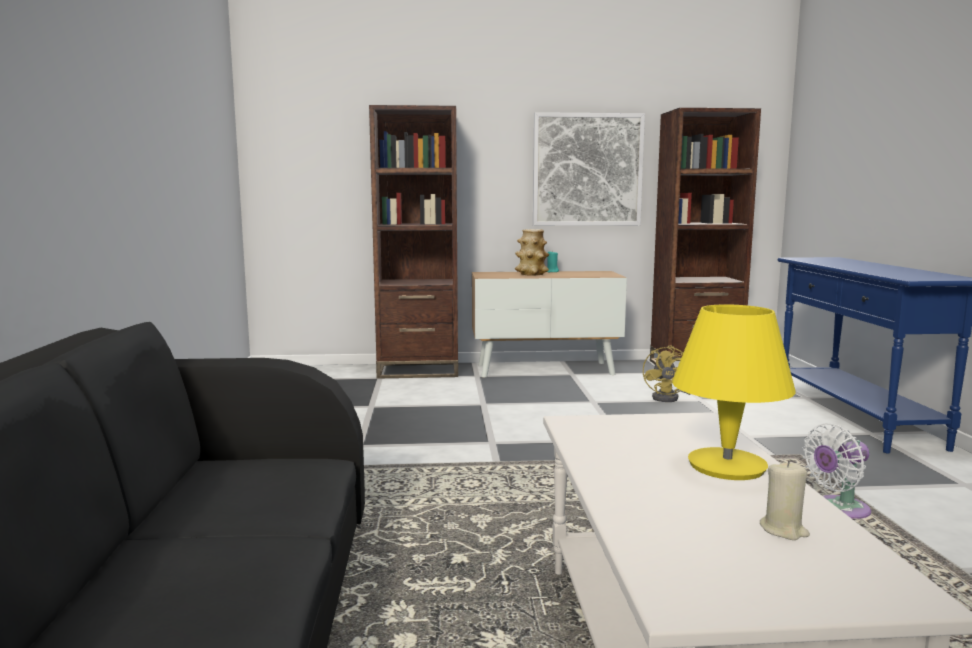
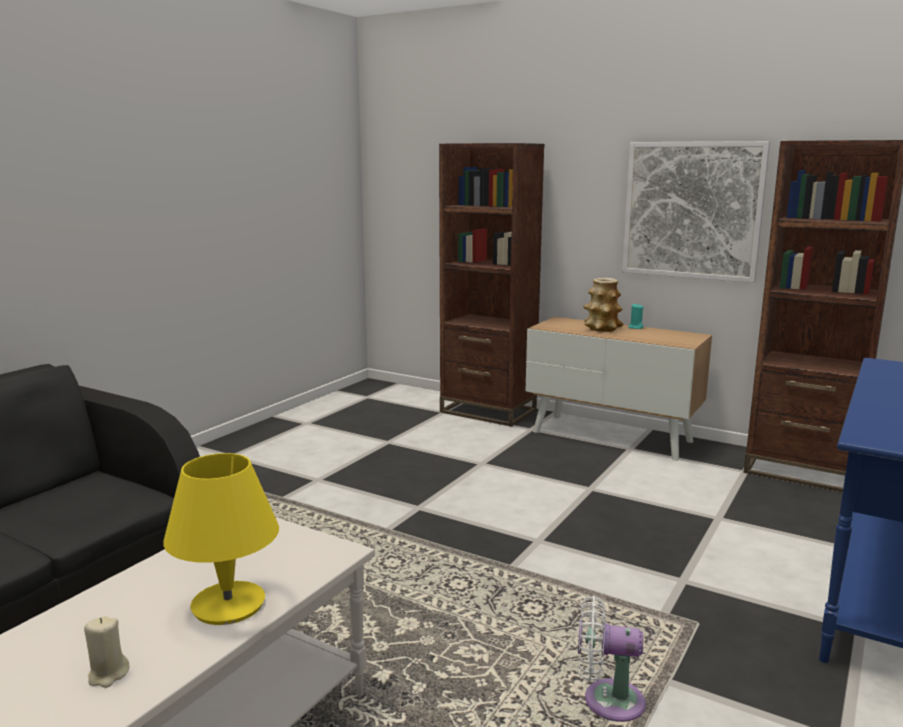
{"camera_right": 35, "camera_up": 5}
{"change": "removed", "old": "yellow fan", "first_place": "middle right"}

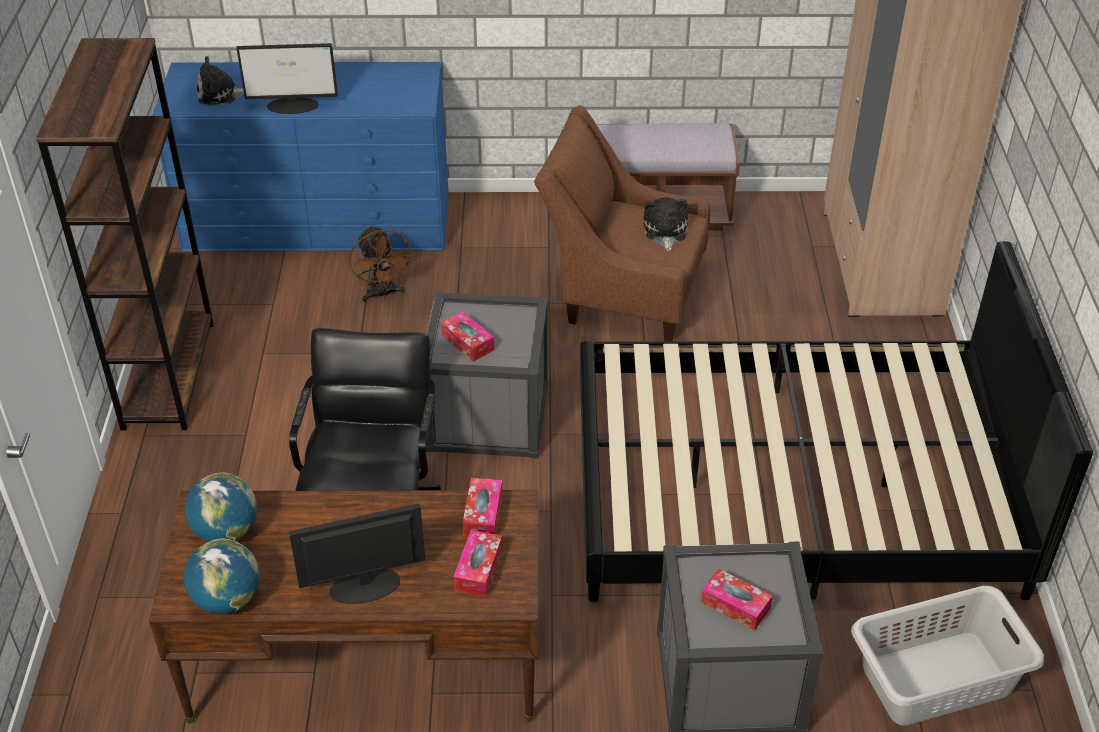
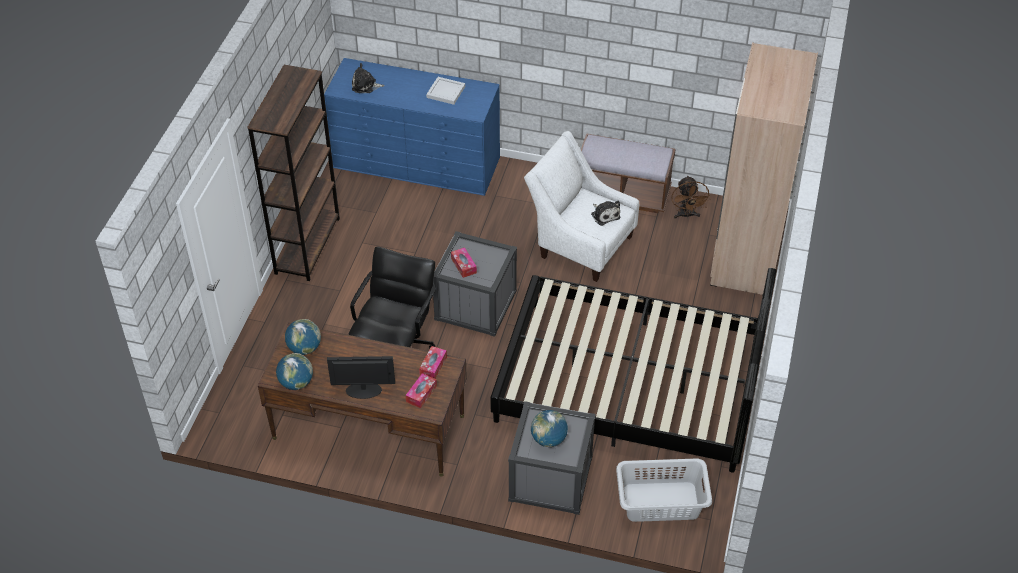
{"camera_right": 15, "camera_up": 5}
{"change": "added", "new": "white tray", "second_place": "top centre"}
{"change": "recoloured", "old": "brown armchair", "new": "white armchair", "first_place": "top centre", "second_place": "centre"}
{"change": "replaced", "old": "tissue box (4th from left)", "new": "globe (3rd from left)", "first_place": "bottom right", "second_place": "bottom centre"}
{"change": "turned", "old": "plush toy (2nd from left)", "first_place": "top centre", "second_place": "centre", "degrees": 135}
{"change": "moved", "old": "brown fan", "first_place": "centre", "second_place": "middle right"}
{"change": "removed", "old": "monitor (1st from left)", "first_place": "top left"}

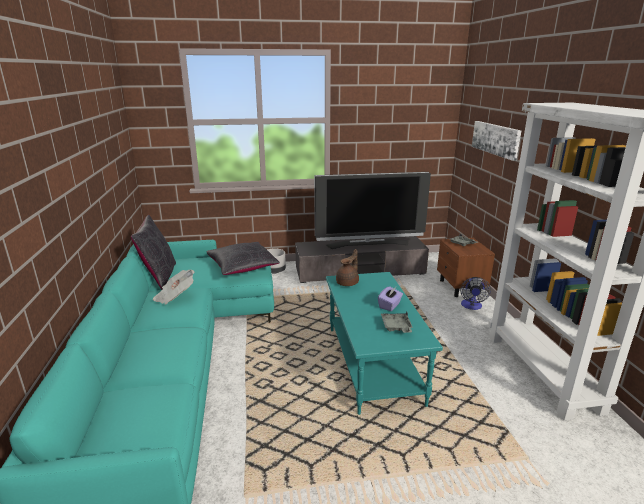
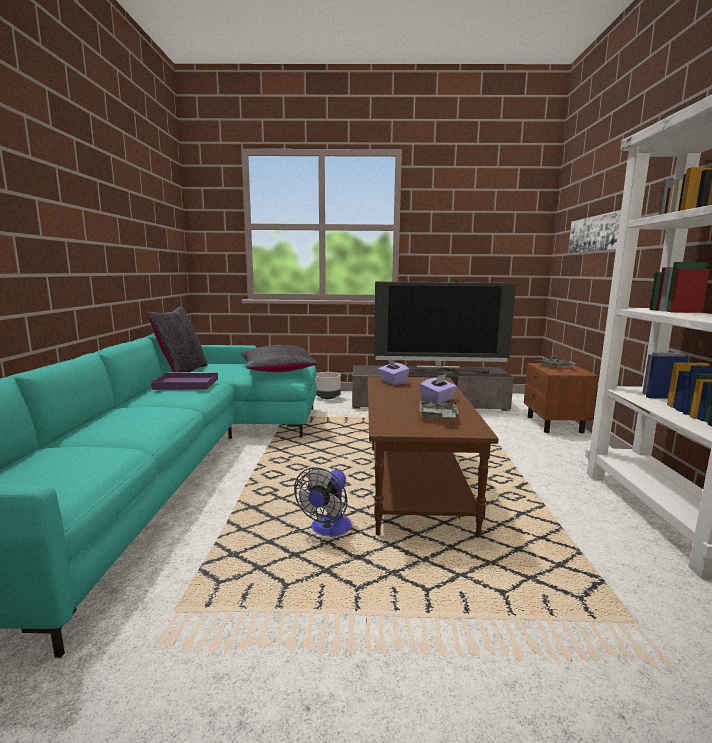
{"camera_right": 10, "camera_up": -10}
{"change": "replaced", "old": "newspaper", "new": "purple tray", "first_place": "middle left", "second_place": "middle left"}
{"change": "moved", "old": "fan", "first_place": "middle right", "second_place": "bottom centre"}
{"change": "recoloured", "old": "turquoise coffee table", "new": "brown coffee table", "first_place": "bottom centre", "second_place": "centre"}
{"change": "replaced", "old": "brown teapot", "new": "purple tissue box (1st from left)", "first_place": "centre", "second_place": "centre"}

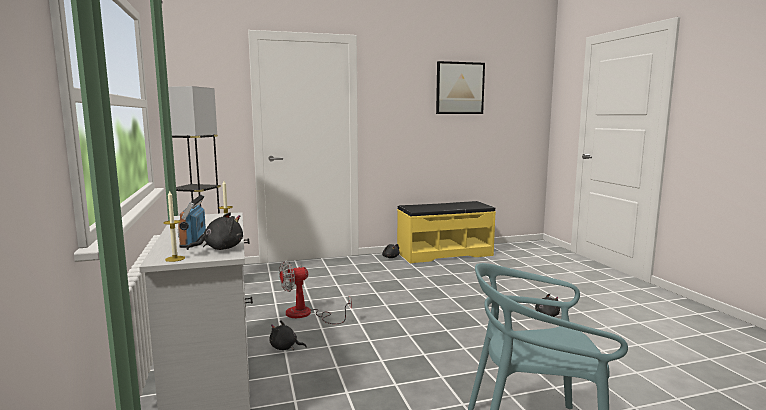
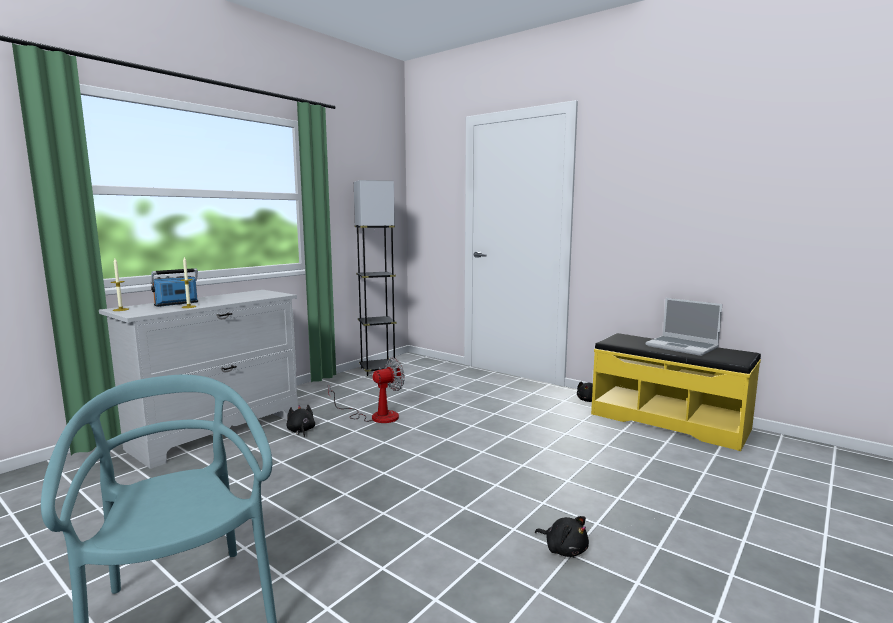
{"camera_right": 55, "camera_up": 0}
{"change": "turned", "old": "fan", "first_place": "bottom centre", "second_place": "centre", "degrees": 120}
{"change": "added", "new": "laptop", "second_place": "middle right"}
{"change": "removed", "old": "black plush toy (1st from left)", "first_place": "middle left"}
{"change": "removed", "old": "picture", "first_place": "top centre"}

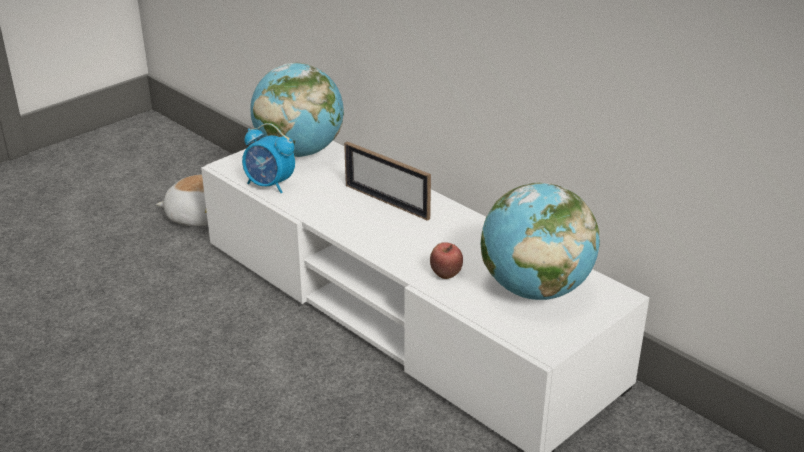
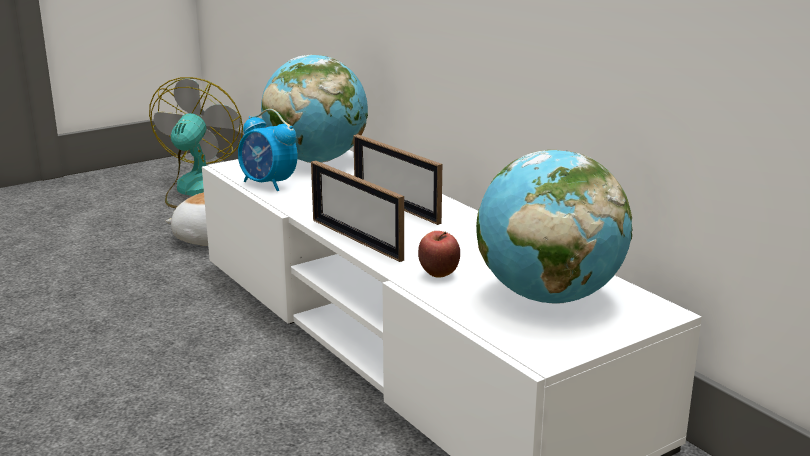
{"camera_right": 10, "camera_up": -10}
{"change": "added", "new": "fan", "second_place": "top left"}
{"change": "added", "new": "picture frame (1st from left)", "second_place": "centre"}

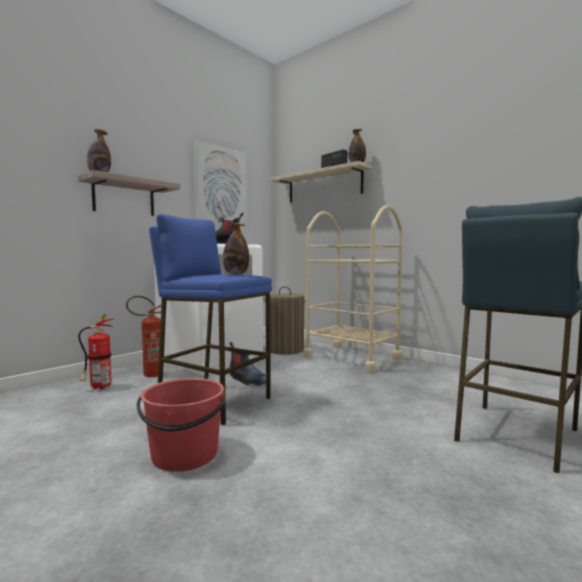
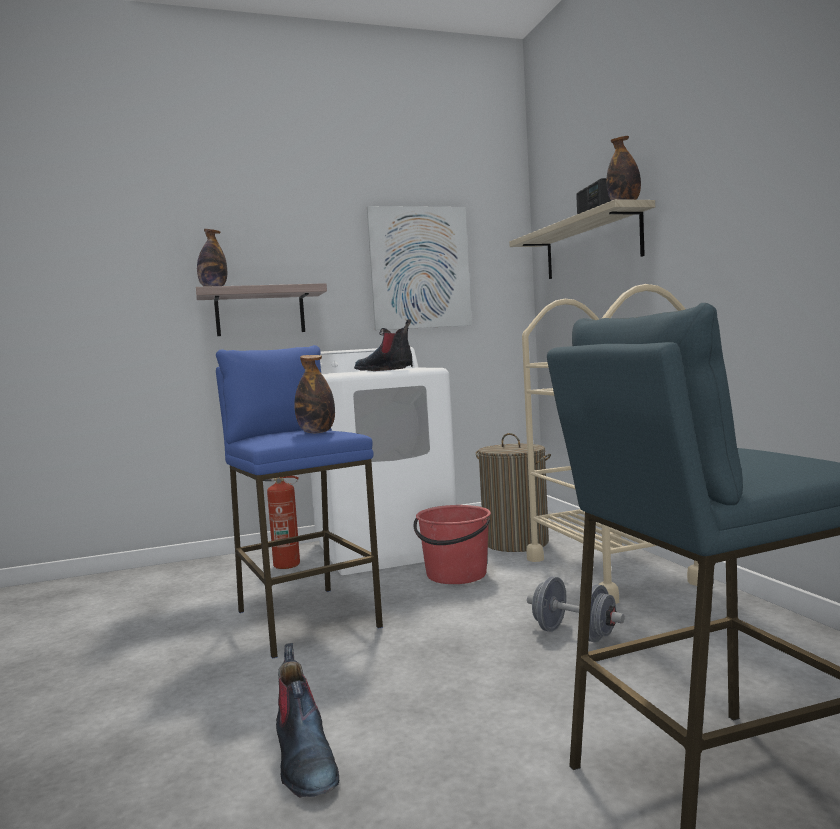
{"camera_right": 30, "camera_up": 0}
{"change": "moved", "old": "boot (2nd from left in the first image)", "new": "boot (1st from left)", "first_place": "centre", "second_place": "bottom centre"}
{"change": "moved", "old": "red bucket", "first_place": "bottom left", "second_place": "centre"}
{"change": "added", "new": "grey dumbbell", "second_place": "bottom right"}
{"change": "removed", "old": "fire extinguisher (1st from left)", "first_place": "middle left"}

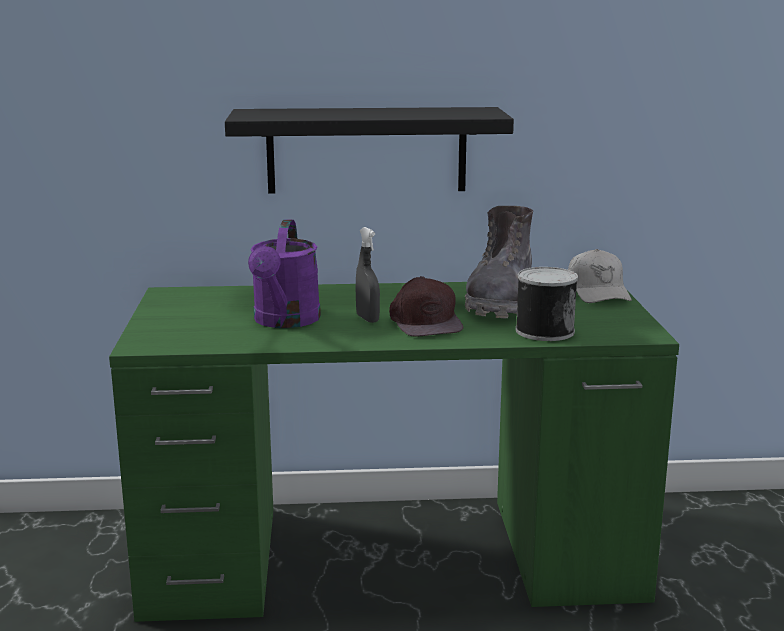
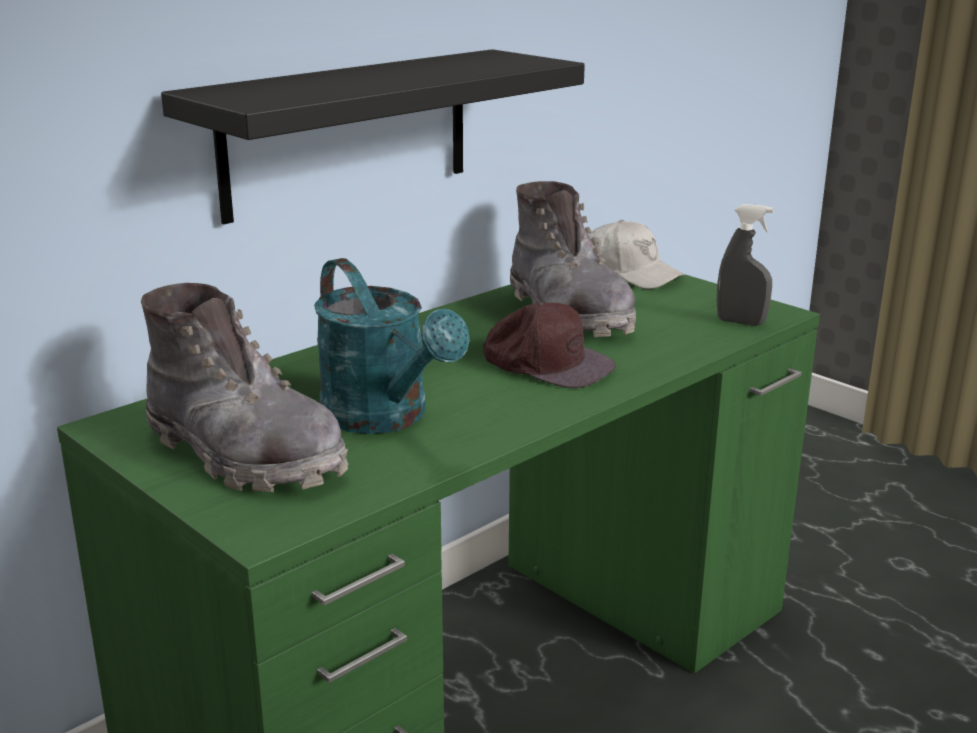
{"camera_right": -40, "camera_up": 5}
{"change": "added", "new": "grey boot (1st from left)", "second_place": "middle left"}
{"change": "recoloured", "old": "purple watering can", "new": "turquoise watering can", "first_place": "centre", "second_place": "centre"}
{"change": "moved", "old": "grey spray bottle", "first_place": "centre", "second_place": "middle right"}
{"change": "removed", "old": "can", "first_place": "middle right"}

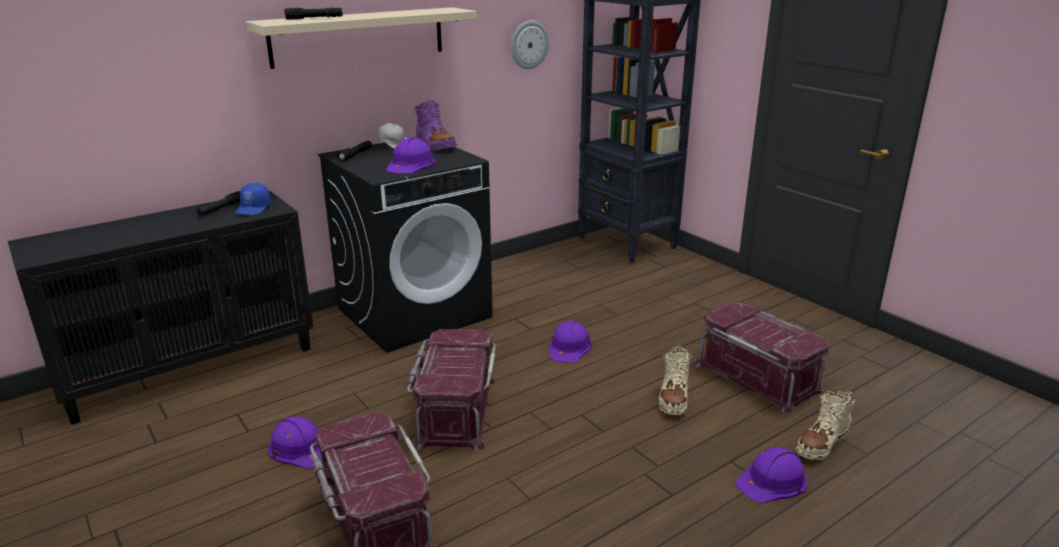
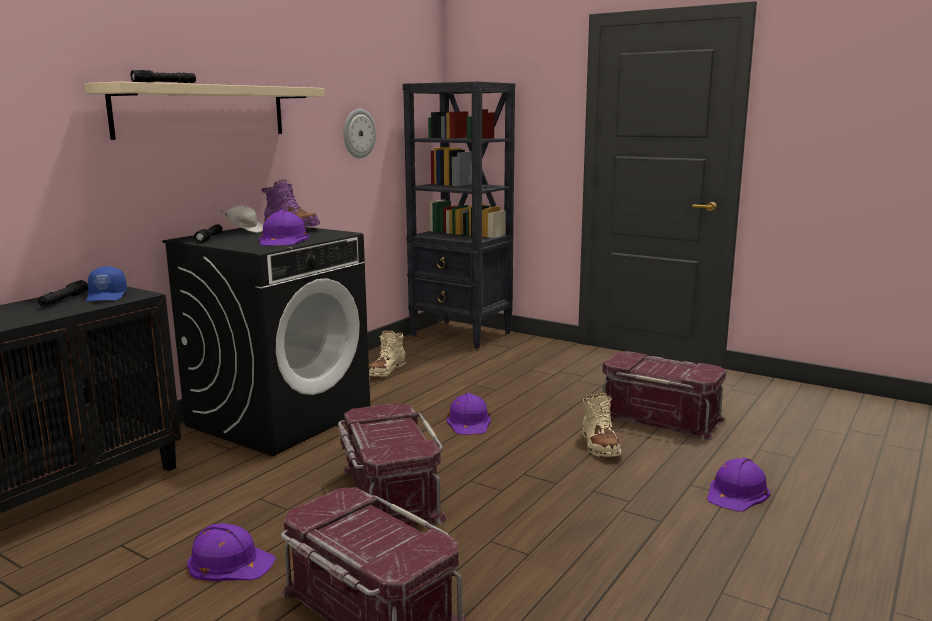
{"camera_right": -20, "camera_up": -10}
{"change": "moved", "old": "beige boot (2nd from left in the first image)", "new": "beige boot (1st from left)", "first_place": "bottom right", "second_place": "centre"}

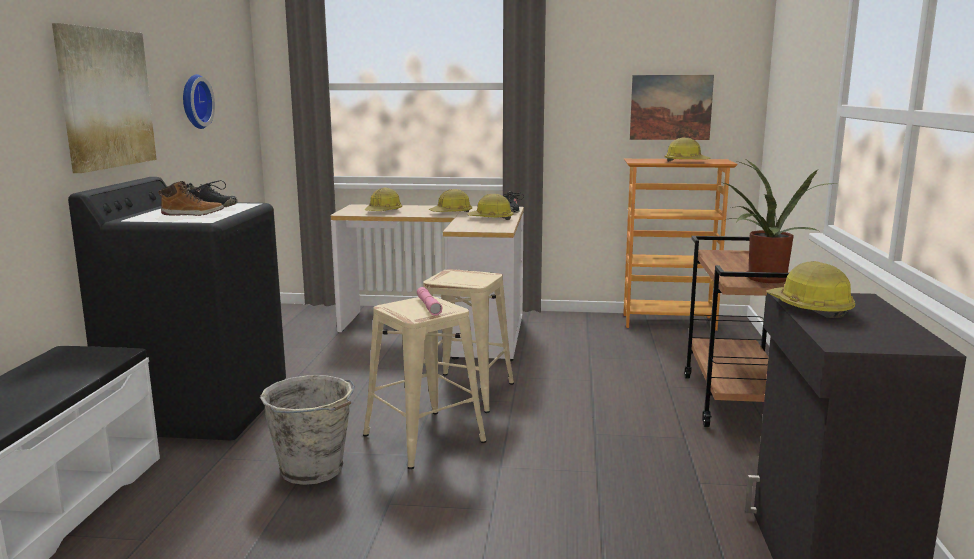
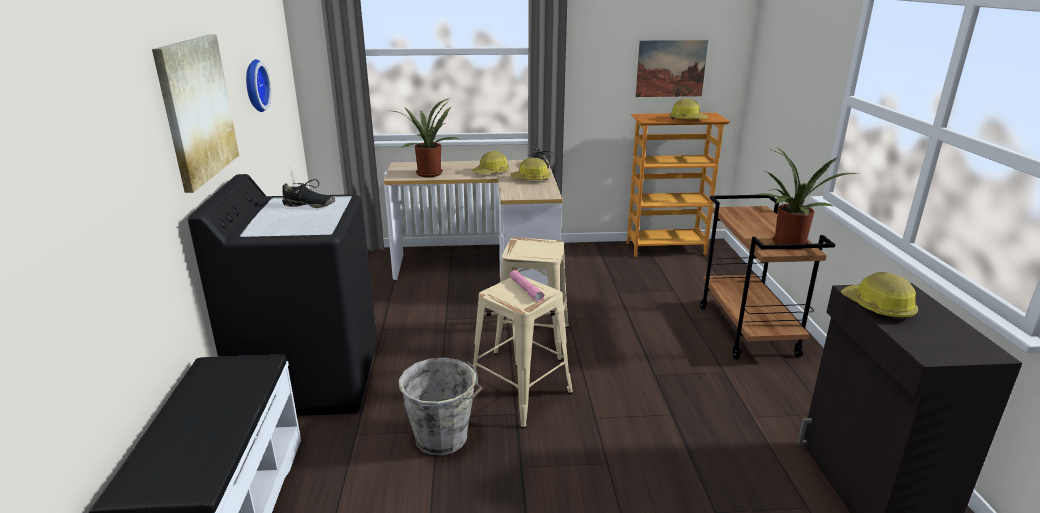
{"camera_right": -10, "camera_up": 10}
{"change": "replaced", "old": "hard hat (1st from left)", "new": "potted plant (1st from left)", "first_place": "centre", "second_place": "top centre"}
{"change": "removed", "old": "boot", "first_place": "middle left"}

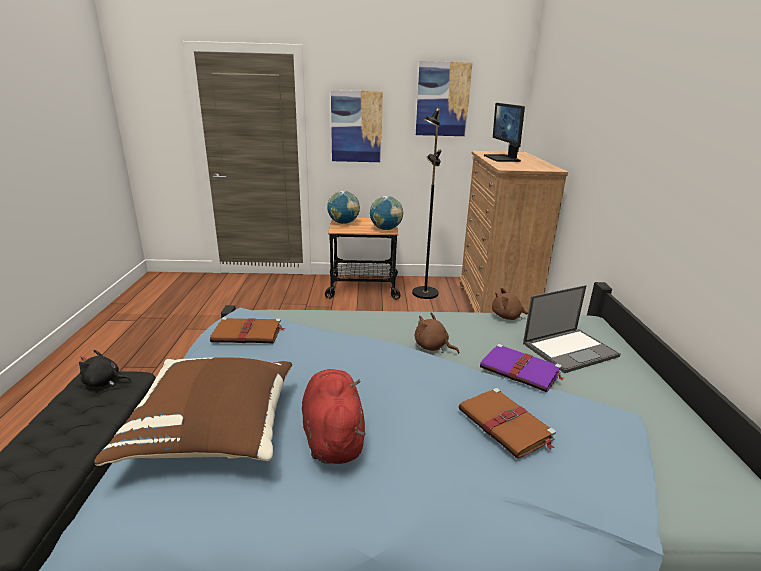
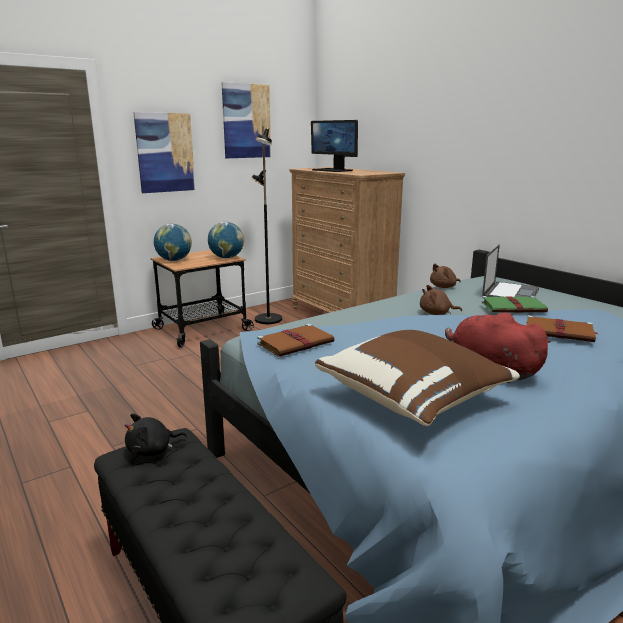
{"camera_right": -35, "camera_up": -5}
{"change": "recoloured", "old": "purple book", "new": "green book", "first_place": "middle right", "second_place": "middle right"}

